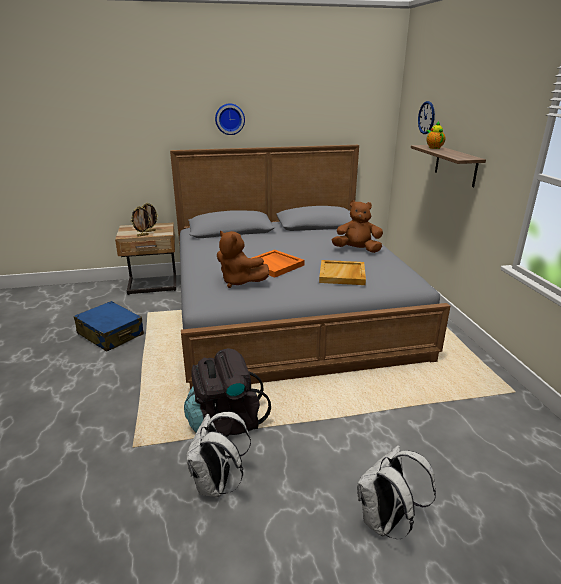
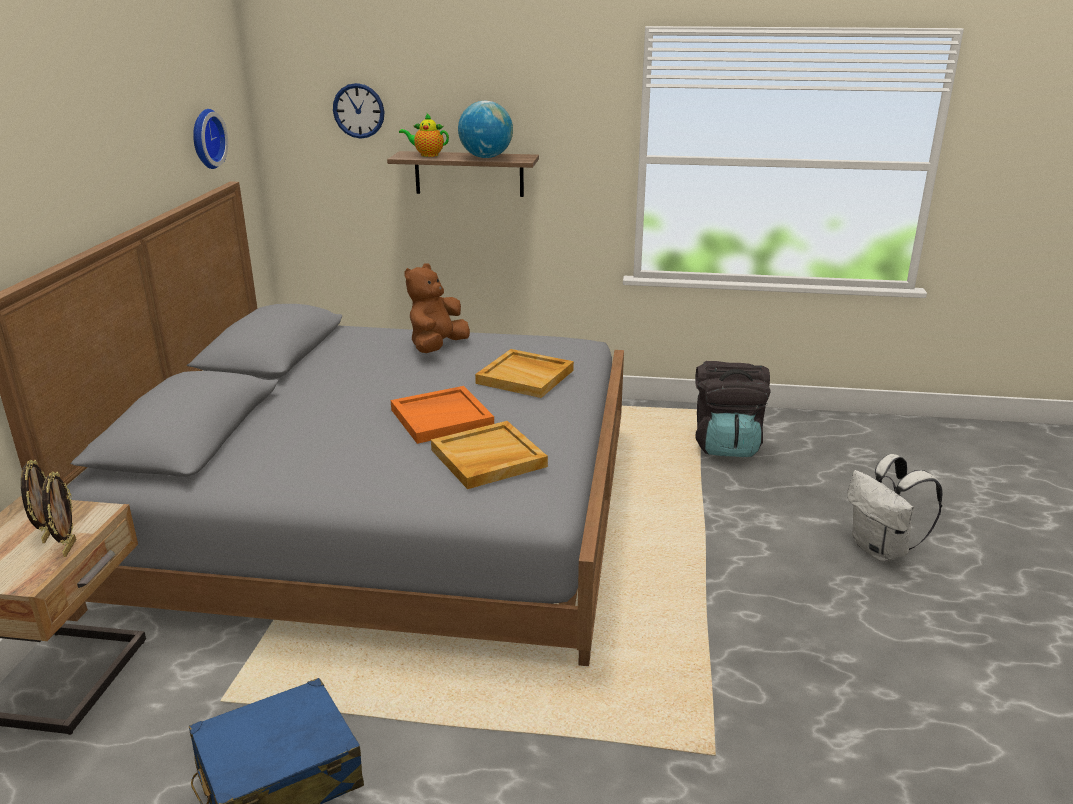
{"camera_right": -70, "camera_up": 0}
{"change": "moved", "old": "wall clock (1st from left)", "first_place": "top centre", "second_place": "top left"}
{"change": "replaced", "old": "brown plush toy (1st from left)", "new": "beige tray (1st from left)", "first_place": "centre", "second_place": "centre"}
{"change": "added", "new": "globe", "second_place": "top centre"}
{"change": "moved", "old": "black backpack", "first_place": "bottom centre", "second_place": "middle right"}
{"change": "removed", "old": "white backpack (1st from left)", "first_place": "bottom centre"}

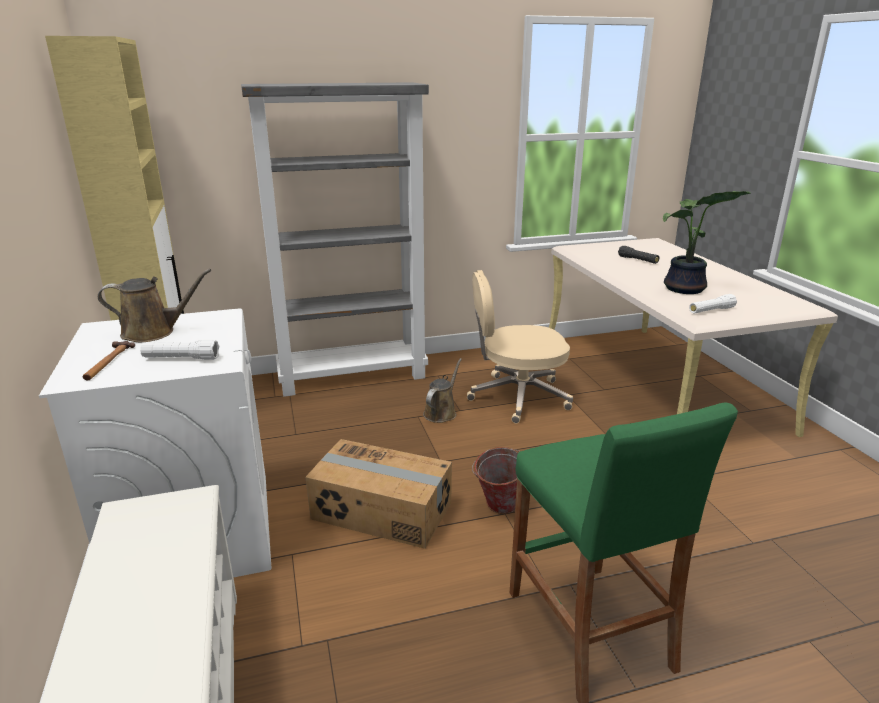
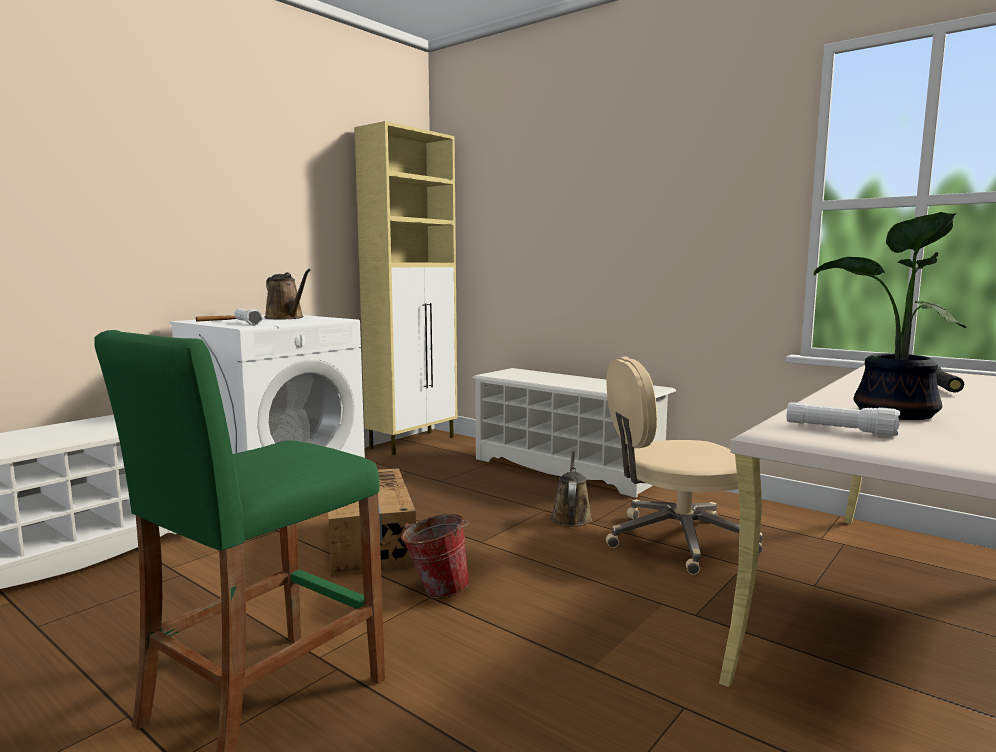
{"camera_right": 55, "camera_up": -15}
{"change": "replaced", "old": "grey bookcase", "new": "white shoe rack (2nd from left)", "first_place": "centre", "second_place": "centre"}
{"change": "turned", "old": "brown watering can (2nd from left)", "first_place": "centre", "second_place": "centre", "degrees": -75}
{"change": "turned", "old": "beige office chair", "first_place": "centre", "second_place": "middle right", "degrees": -60}

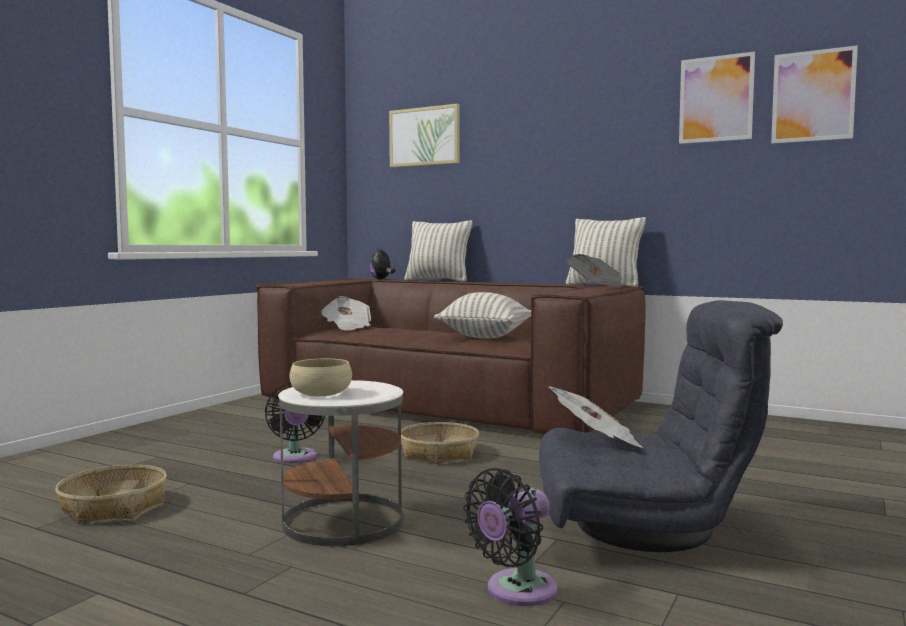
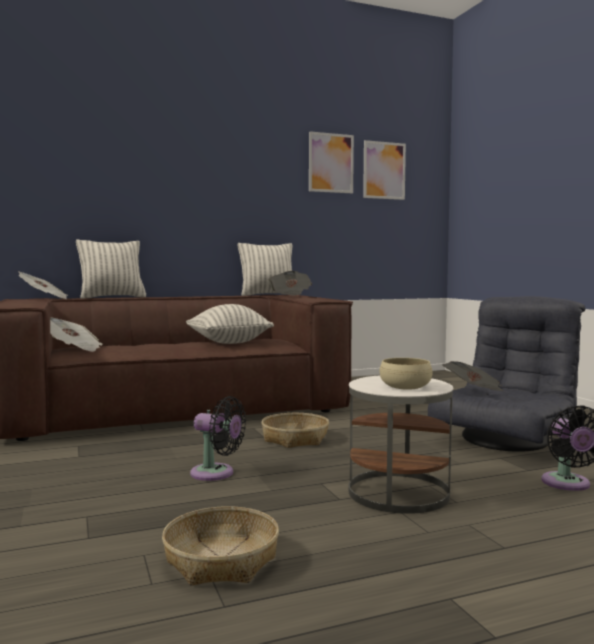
{"camera_right": -50, "camera_up": 0}
{"change": "replaced", "old": "plush toy", "new": "newspaper (1st from left)", "first_place": "centre", "second_place": "middle left"}
{"change": "removed", "old": "picture (1st from left)", "first_place": "top centre"}

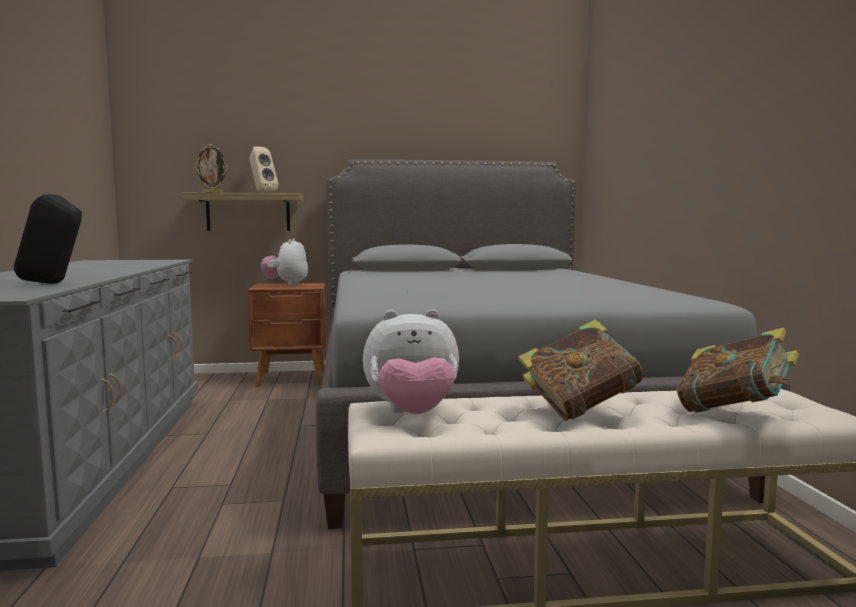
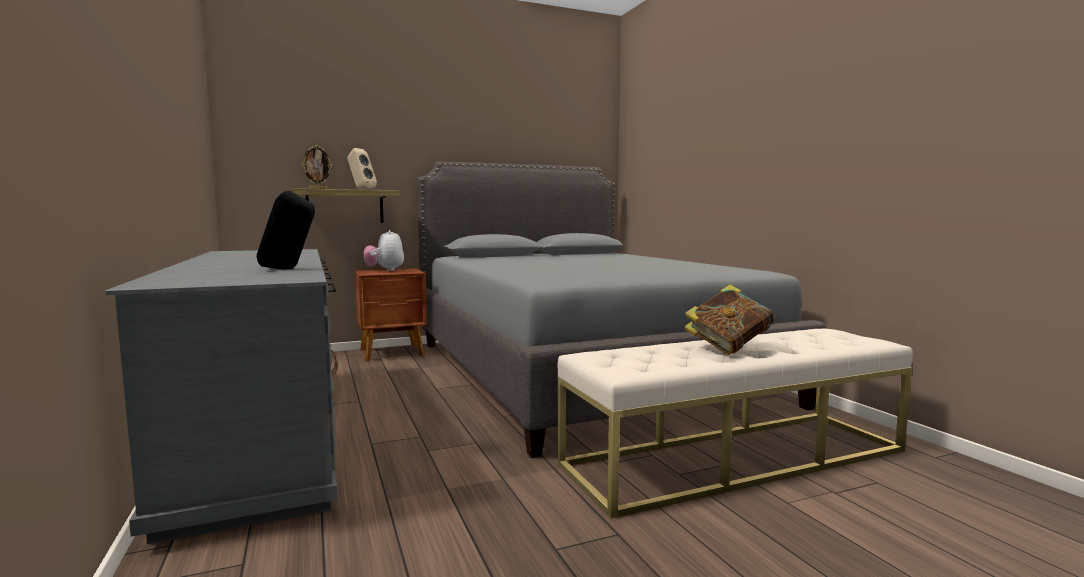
{"camera_right": -15, "camera_up": 0}
{"change": "removed", "old": "plush toy (2nd from left)", "first_place": "centre"}
{"change": "removed", "old": "book (2nd from left)", "first_place": "middle right"}

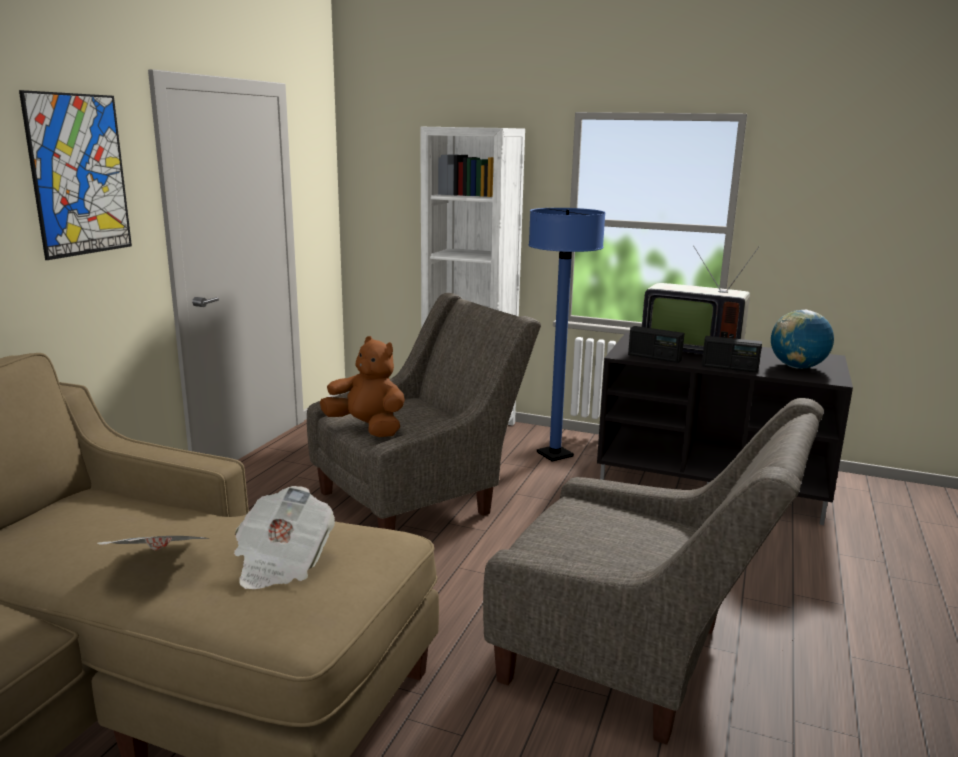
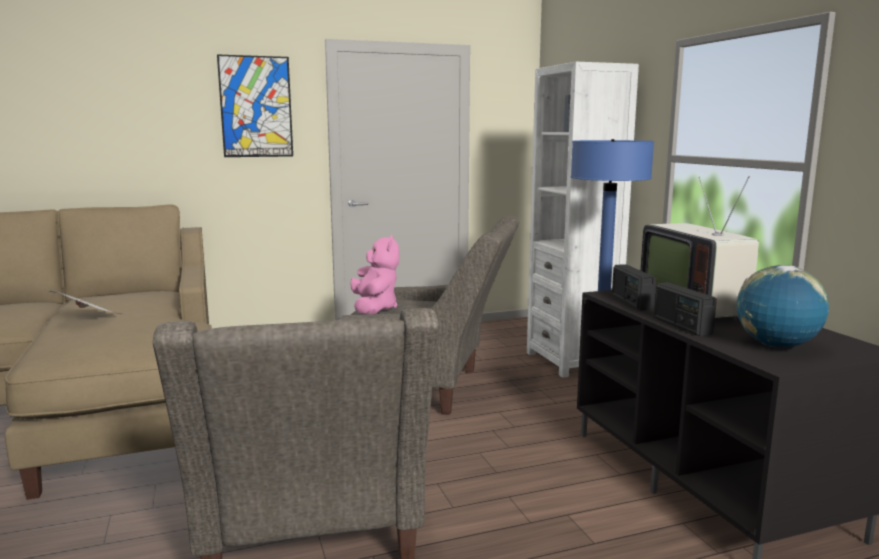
{"camera_right": 50, "camera_up": -5}
{"change": "recoloured", "old": "brown plush toy", "new": "pink plush toy", "first_place": "centre", "second_place": "centre"}
{"change": "removed", "old": "newspaper (2nd from left)", "first_place": "bottom left"}

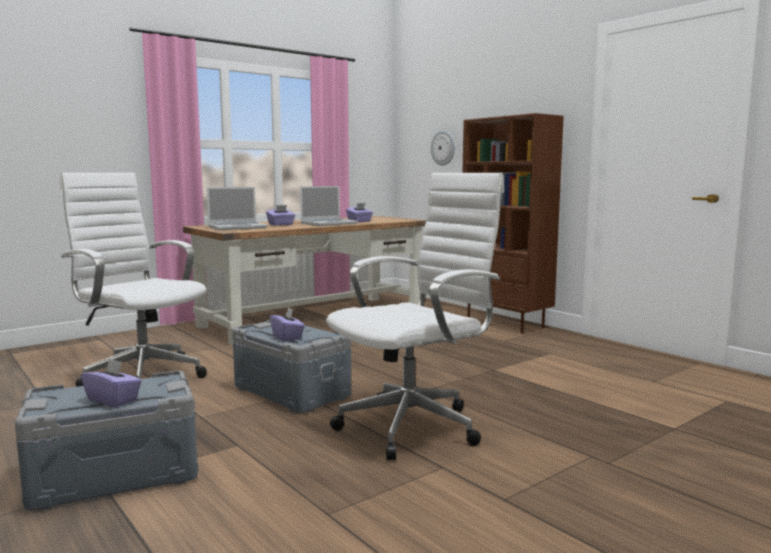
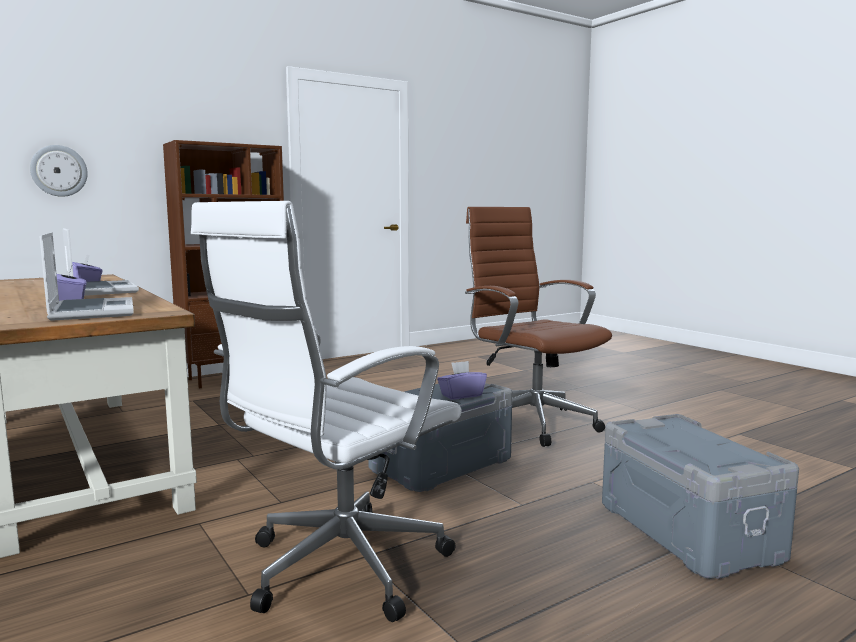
{"camera_right": -85, "camera_up": 0}
{"change": "recoloured", "old": "white office chair (2nd from left)", "new": "brown office chair", "first_place": "centre", "second_place": "centre"}
{"change": "removed", "old": "purple tissue box (1st from left)", "first_place": "bottom left"}

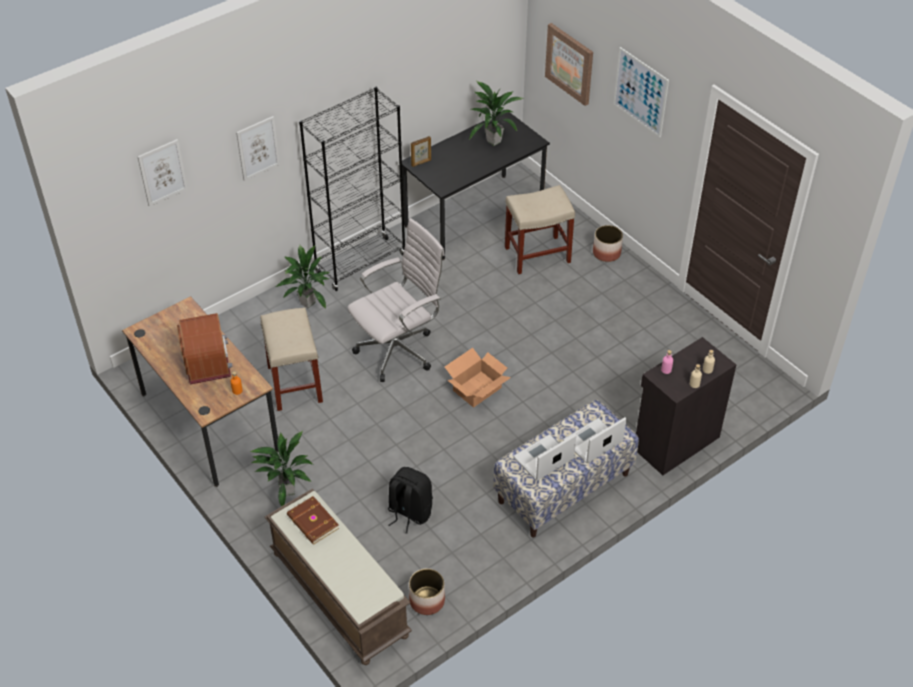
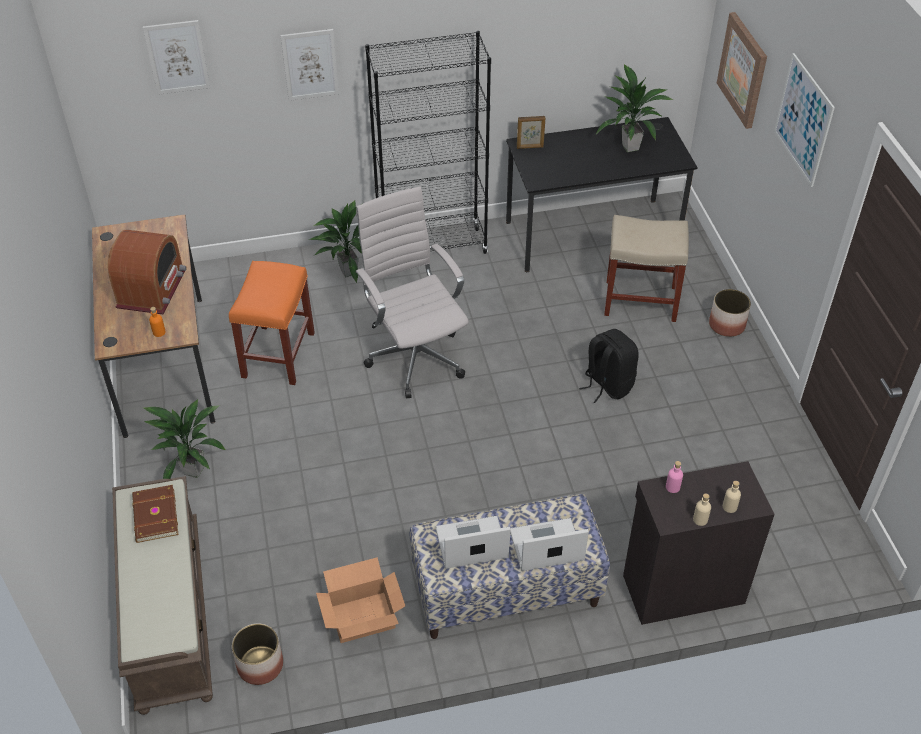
{"camera_right": 25, "camera_up": 0}
{"change": "recoloured", "old": "beige stool (1st from left)", "new": "orange stool", "first_place": "middle left", "second_place": "middle left"}
{"change": "moved", "old": "cardboard box", "first_place": "centre", "second_place": "bottom centre"}
{"change": "turned", "old": "white office chair", "first_place": "centre", "second_place": "centre", "degrees": -105}
{"change": "moved", "old": "black backpack", "first_place": "bottom centre", "second_place": "centre"}

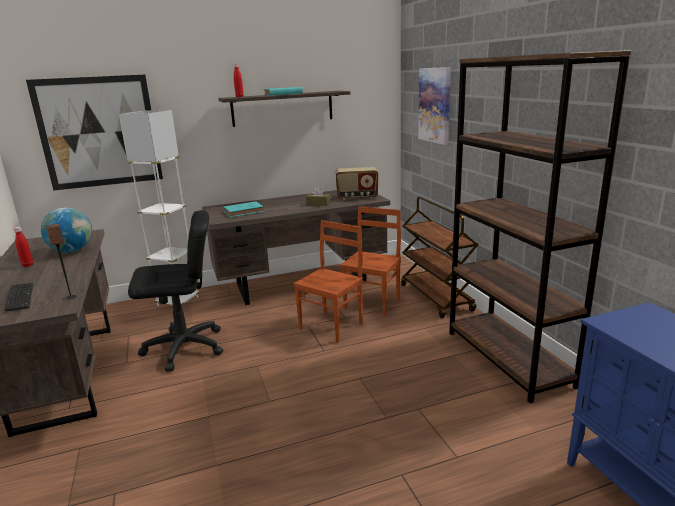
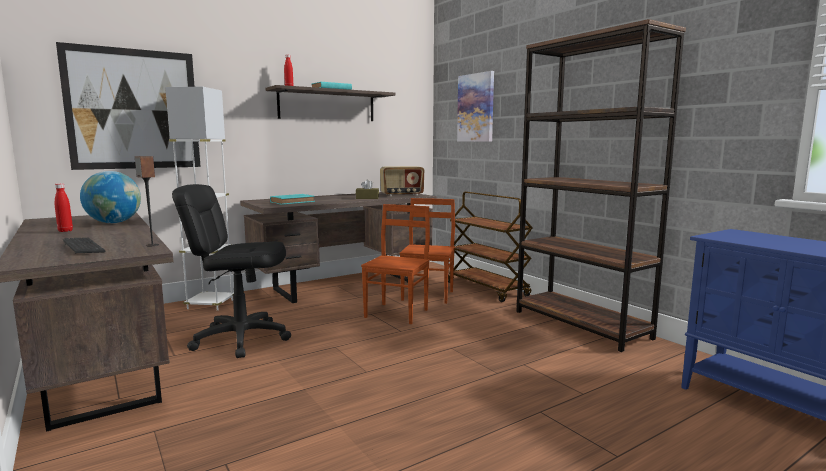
{"camera_right": -15, "camera_up": -10}
{"change": "turned", "old": "black office chair", "first_place": "middle left", "second_place": "middle left", "degrees": -150}

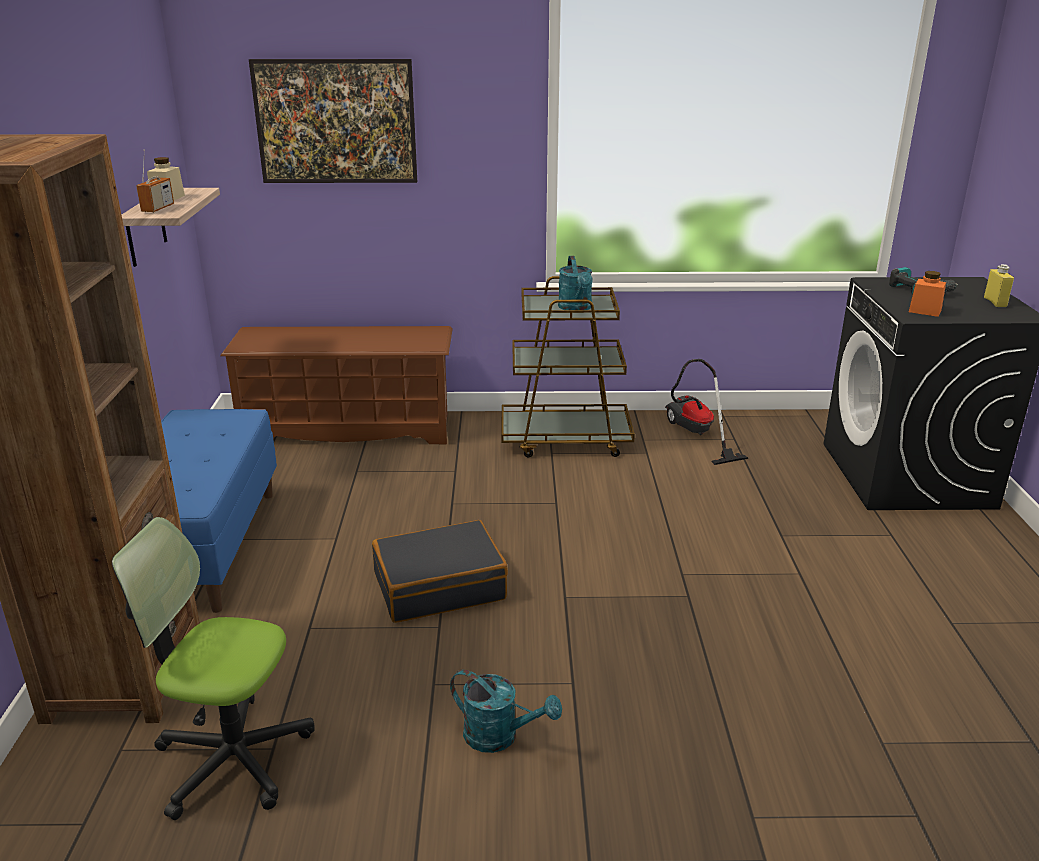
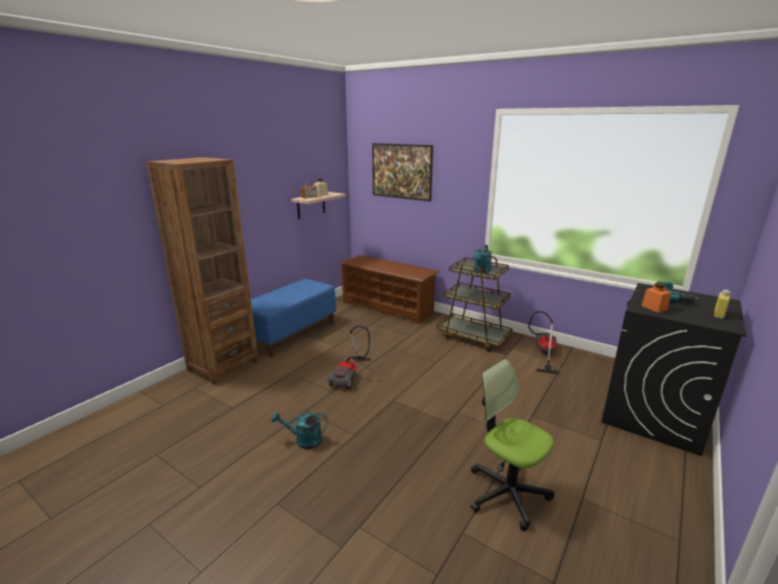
{"camera_right": 35, "camera_up": -5}
{"change": "turned", "old": "turquoise watering can (1st from left)", "first_place": "bottom centre", "second_place": "bottom centre", "degrees": 120}
{"change": "replaced", "old": "black suitcase", "new": "vacuum cleaner (1st from left)", "first_place": "centre", "second_place": "centre"}
{"change": "moved", "old": "office chair", "first_place": "bottom left", "second_place": "bottom centre"}

